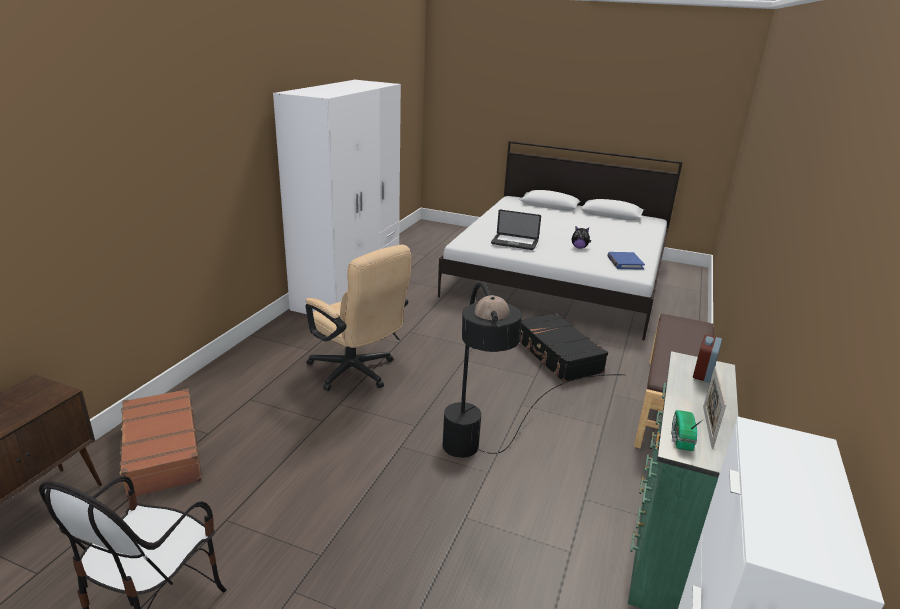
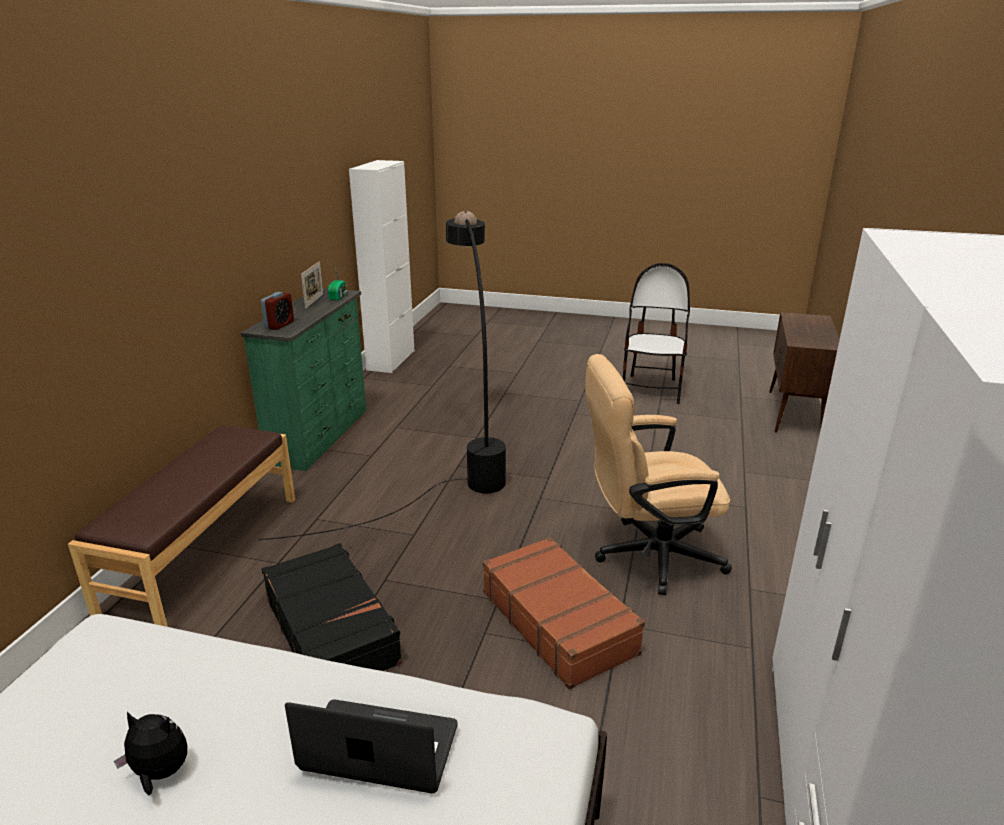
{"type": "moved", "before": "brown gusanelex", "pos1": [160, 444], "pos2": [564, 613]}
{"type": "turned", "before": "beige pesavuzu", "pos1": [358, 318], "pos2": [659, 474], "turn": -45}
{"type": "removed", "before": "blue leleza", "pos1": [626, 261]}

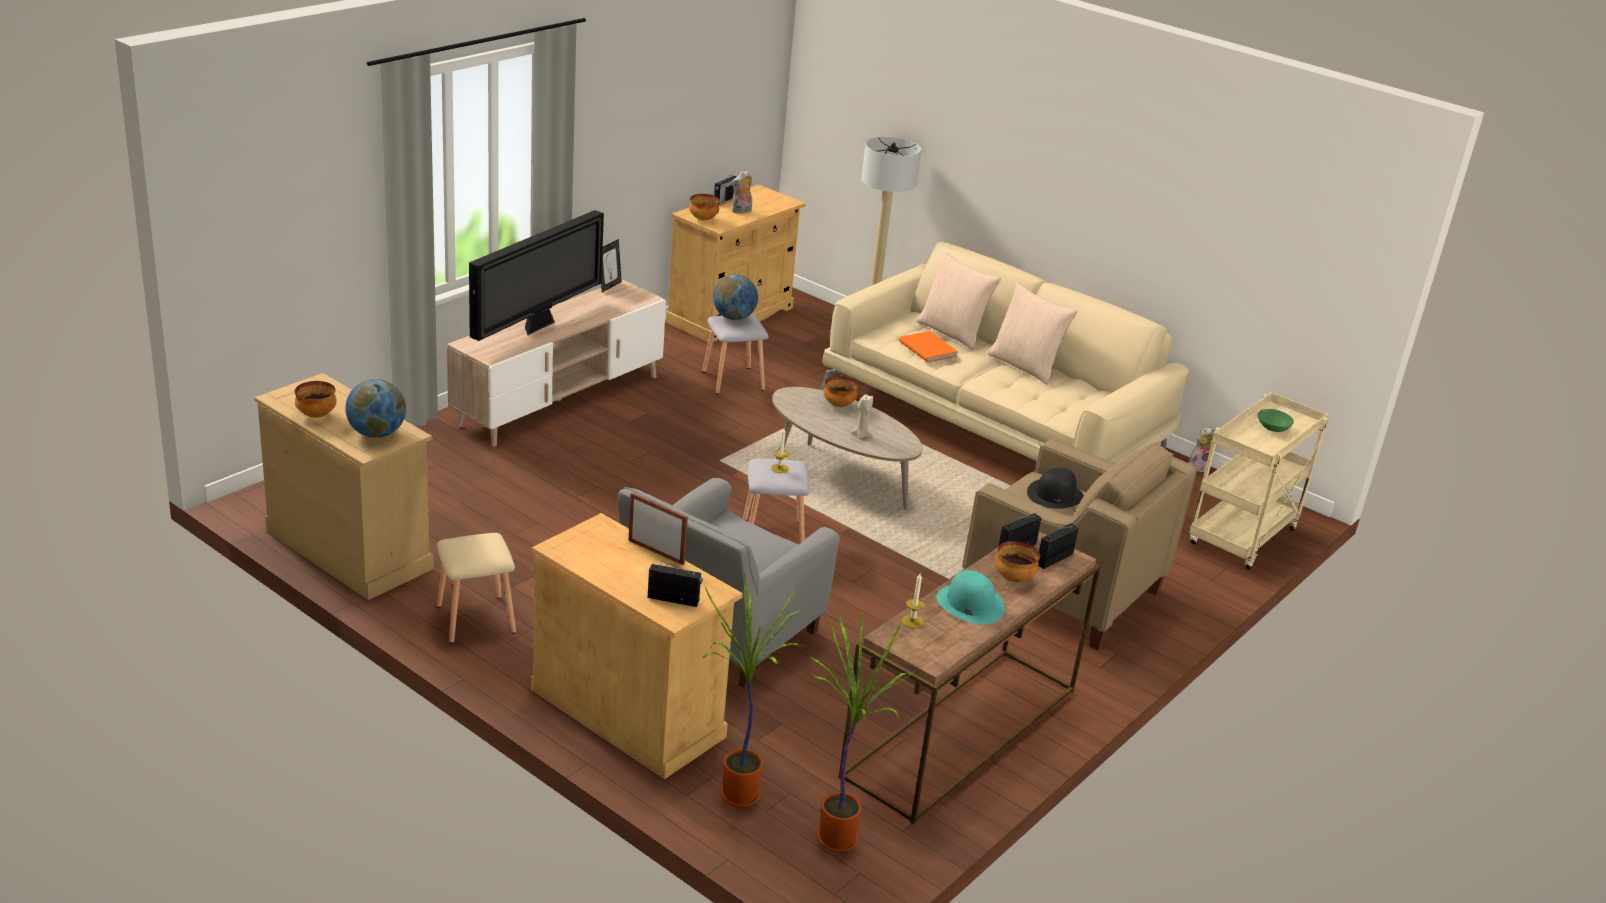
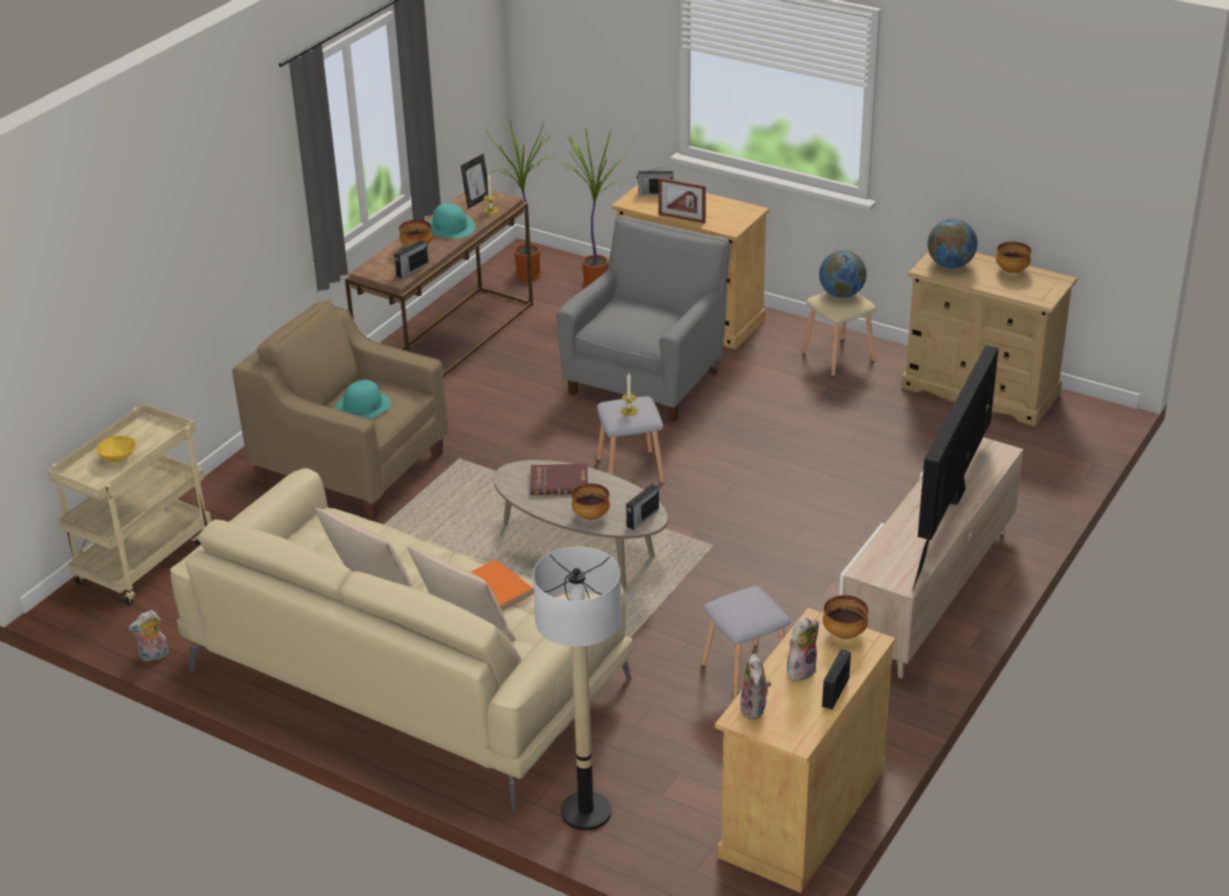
{"type": "moved", "before": "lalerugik", "pos1": [735, 297], "pos2": [843, 274]}
{"type": "replaced", "before": "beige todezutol", "after": "red leleza", "pos1": [862, 416], "pos2": [559, 479]}
{"type": "recoloured", "before": "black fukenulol", "after": "turquoise fukenulol", "pos1": [1055, 488], "pos2": [363, 399]}
{"type": "moved", "before": "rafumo", "pos1": [1058, 546], "pos2": [642, 507]}
{"type": "recoloured", "before": "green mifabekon", "after": "yellow mifabekon", "pos1": [1275, 420], "pos2": [116, 449]}
{"type": "added", "after": "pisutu", "pos2": [474, 181]}
{"type": "added", "after": "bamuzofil", "pos2": [756, 686]}

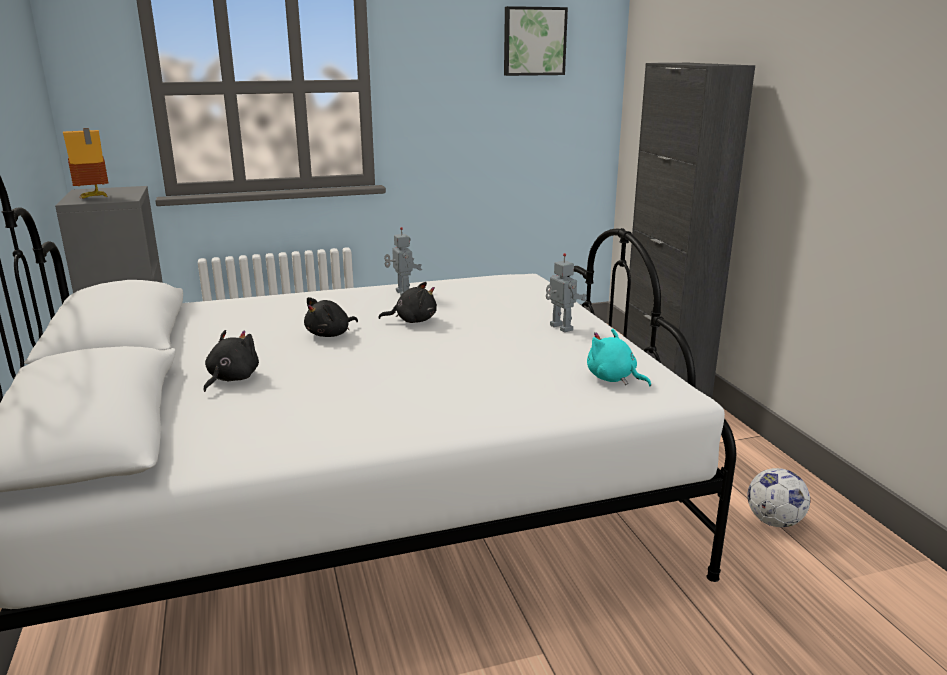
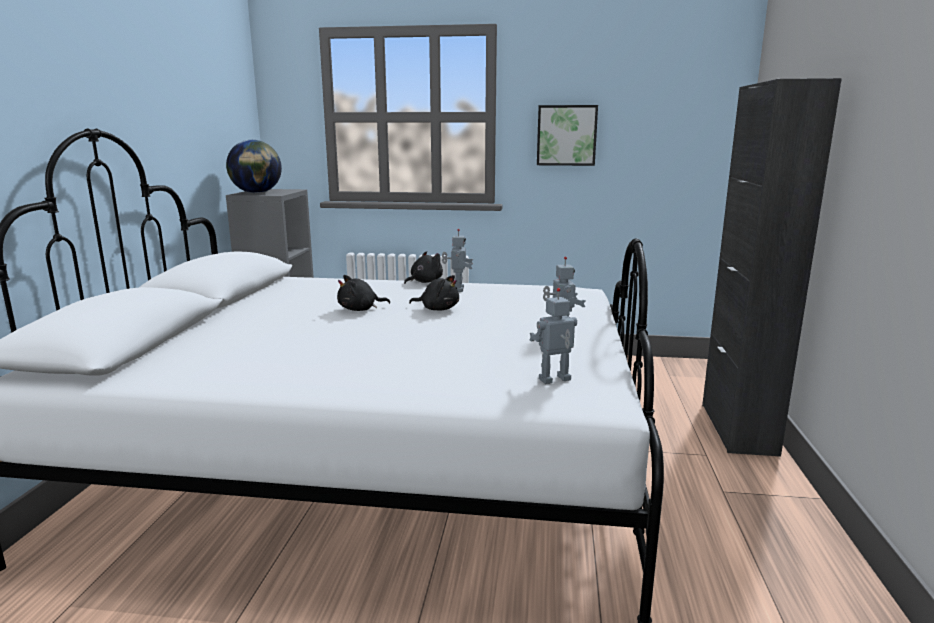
{"type": "replaced", "before": "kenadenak", "after": "lalerugik", "pos1": [86, 163], "pos2": [254, 166]}
{"type": "moved", "before": "black bamuzofil", "pos1": [231, 361], "pos2": [423, 267]}
{"type": "moved", "before": "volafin", "pos1": [536, 41], "pos2": [567, 135]}
{"type": "replaced", "before": "turquoise bamuzofil", "after": "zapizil", "pos1": [619, 357], "pos2": [553, 336]}
{"type": "removed", "before": "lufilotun", "pos1": [779, 497]}

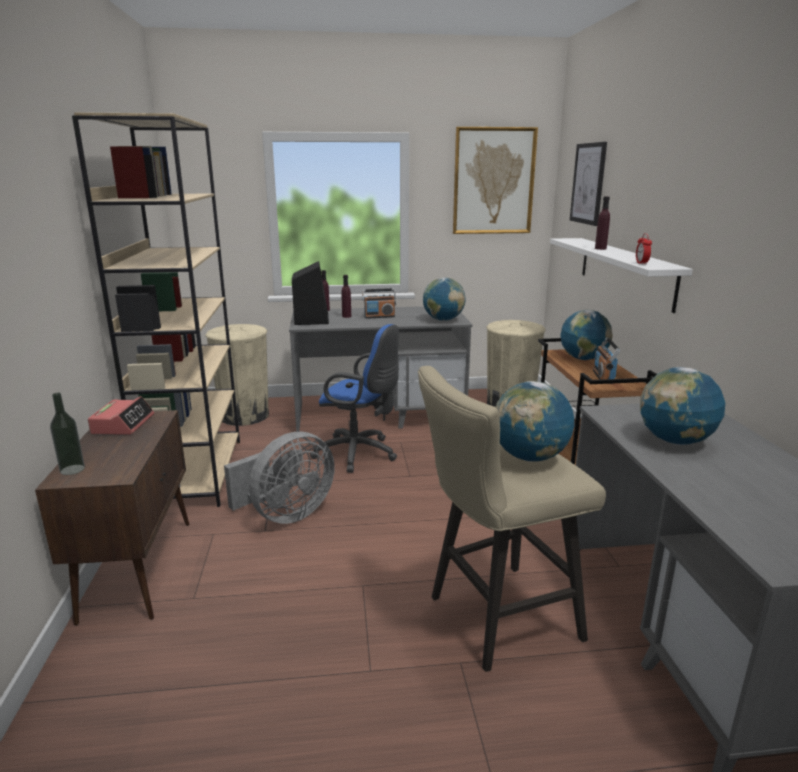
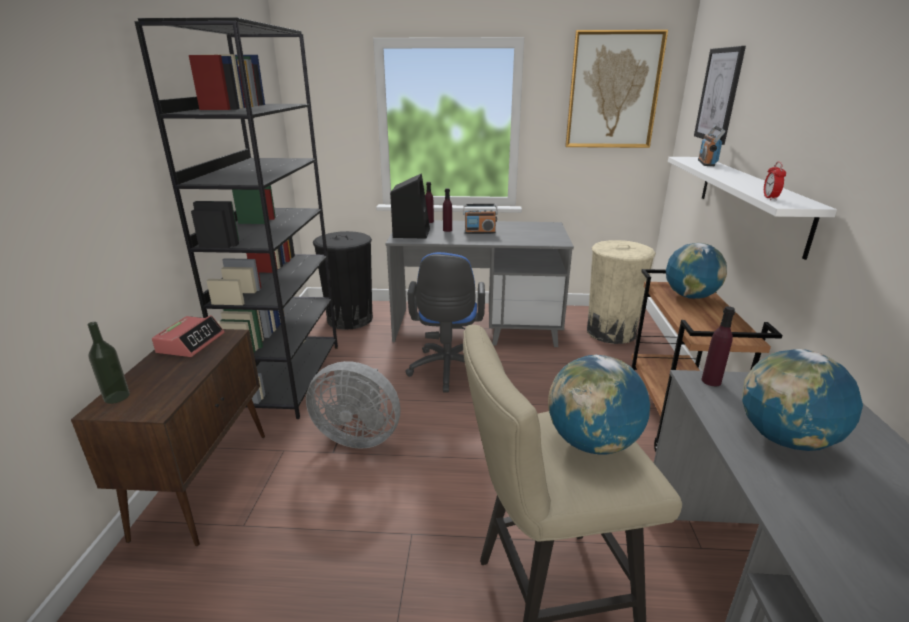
{"type": "recoloured", "before": "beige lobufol", "after": "black lobufol", "pos1": [156, 309], "pos2": [236, 218]}
{"type": "recoloured", "before": "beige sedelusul", "after": "black sedelusul", "pos1": [237, 375], "pos2": [343, 280]}
{"type": "turned", "before": "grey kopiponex", "pos1": [279, 478], "pos2": [353, 405], "turn": 45}
{"type": "turned", "before": "blue pesavuzu", "pos1": [354, 398], "pos2": [445, 322], "turn": 60}
{"type": "removed", "before": "lalerugik", "pos1": [444, 299]}
{"type": "moved", "before": "rafumo", "pos1": [607, 361], "pos2": [712, 146]}
{"type": "moved", "before": "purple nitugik", "pos1": [602, 223], "pos2": [718, 346]}

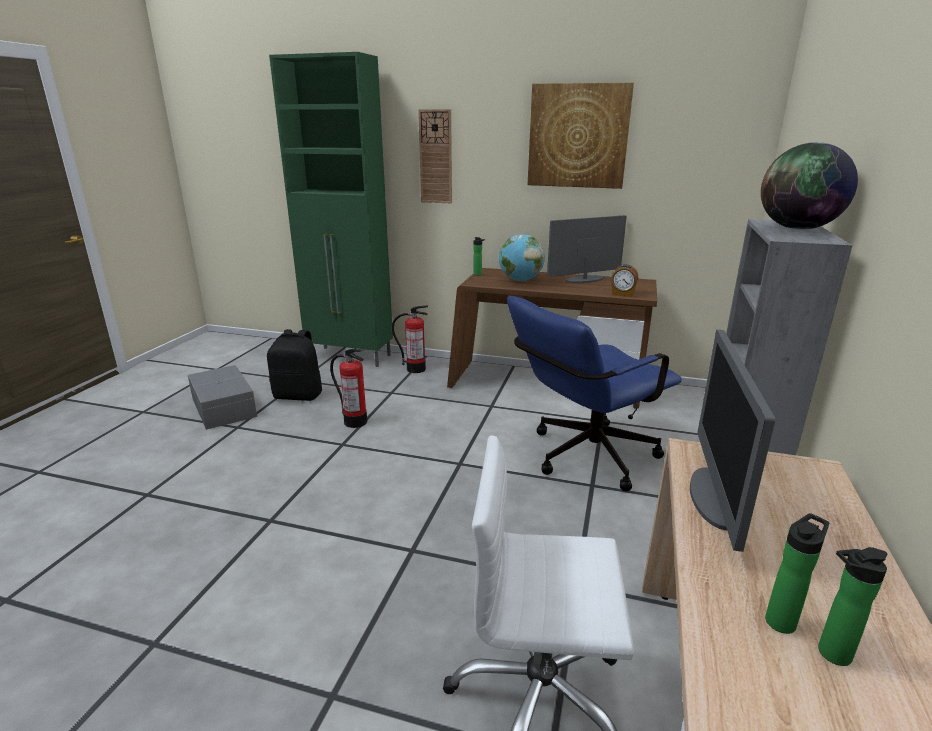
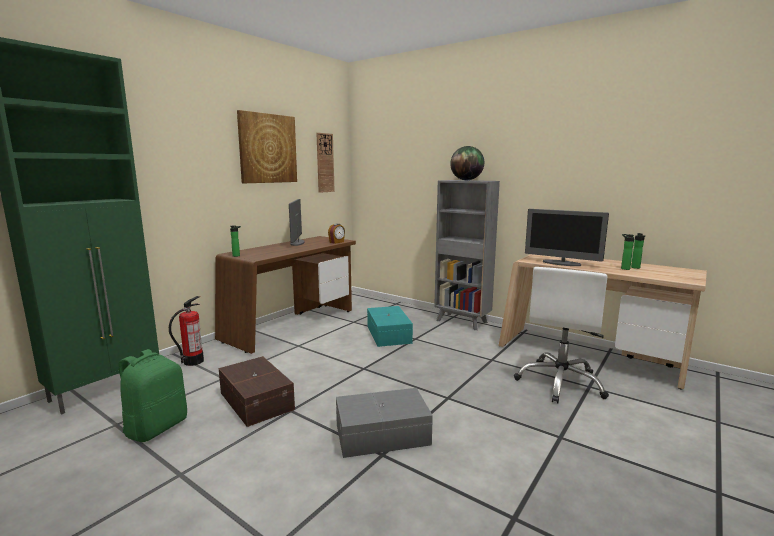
{"type": "moved", "before": "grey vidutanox", "pos1": [222, 397], "pos2": [384, 423]}
{"type": "recoloured", "before": "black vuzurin", "after": "green vuzurin", "pos1": [294, 365], "pos2": [153, 395]}
{"type": "replaced", "before": "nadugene", "after": "brown vidutanox", "pos1": [348, 388], "pos2": [257, 391]}
{"type": "moved", "before": "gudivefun", "pos1": [435, 156], "pos2": [325, 163]}
{"type": "removed", "before": "lalerugik", "pos1": [522, 257]}
{"type": "replaced", "before": "blue pesavuzu", "after": "turquoise vidutanox", "pos1": [594, 394], "pos2": [390, 326]}

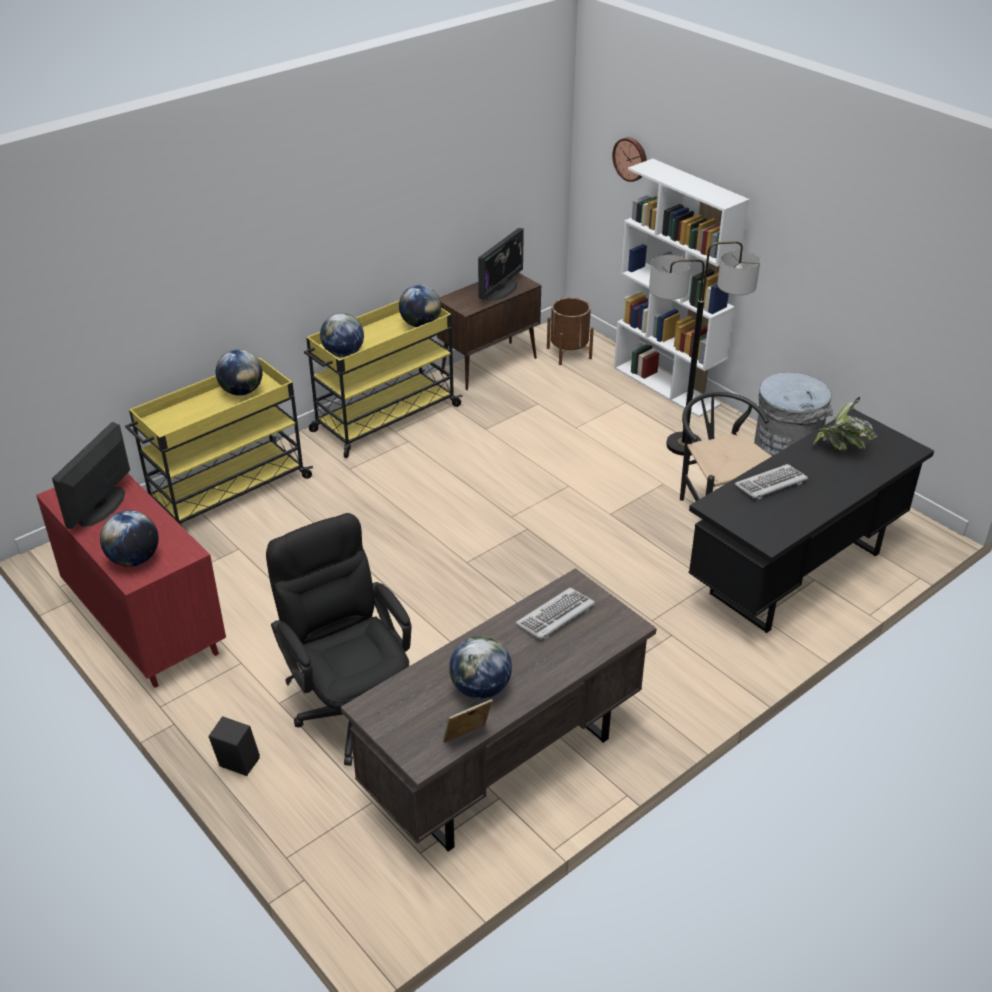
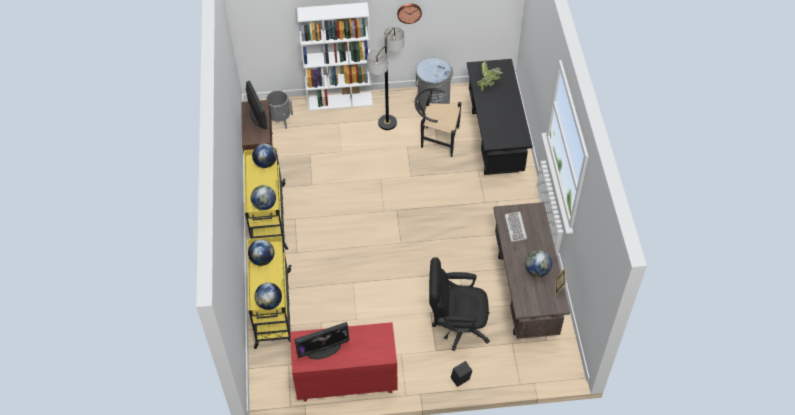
{"type": "turned", "before": "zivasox", "pos1": [91, 475], "pos2": [322, 341], "turn": -75}
{"type": "moved", "before": "lalerugik", "pos1": [129, 538], "pos2": [268, 296]}
{"type": "recoloured", "before": "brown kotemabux", "after": "grey kotemabux", "pos1": [570, 331], "pos2": [279, 109]}
{"type": "moved", "before": "gudivefun", "pos1": [629, 159], "pos2": [409, 13]}
{"type": "removed", "before": "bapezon", "pos1": [771, 482]}

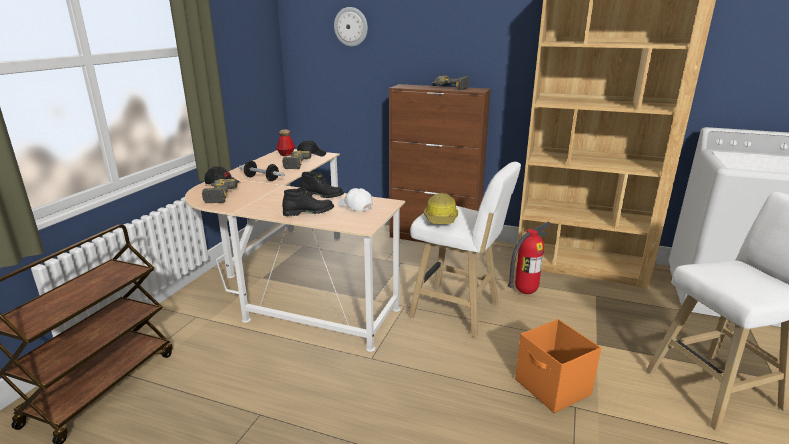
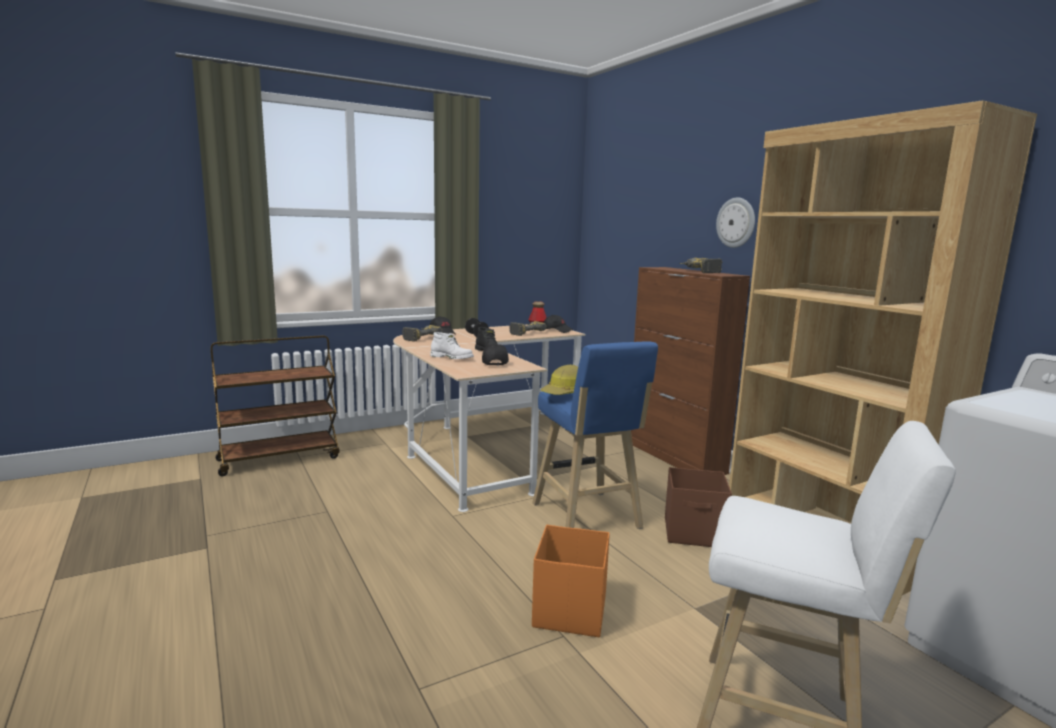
{"type": "recoloured", "before": "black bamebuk", "after": "white bamebuk", "pos1": [308, 202], "pos2": [452, 345]}
{"type": "moved", "before": "gudivefun", "pos1": [351, 27], "pos2": [735, 223]}
{"type": "recoloured", "before": "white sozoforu", "after": "black sozoforu", "pos1": [355, 199], "pos2": [495, 354]}
{"type": "recoloured", "before": "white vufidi", "after": "blue vufidi", "pos1": [464, 249], "pos2": [595, 435]}
{"type": "replaced", "before": "nadugene", "after": "brown vidutanox", "pos1": [529, 258], "pos2": [698, 507]}

